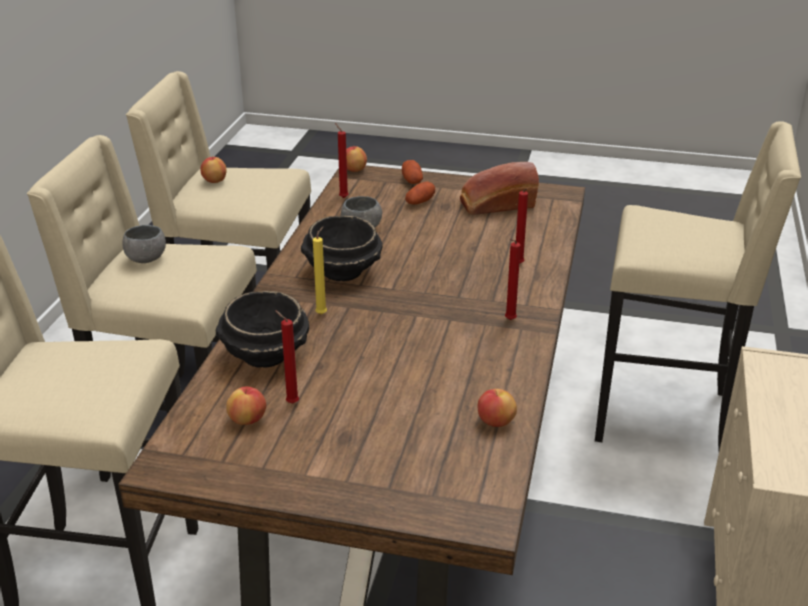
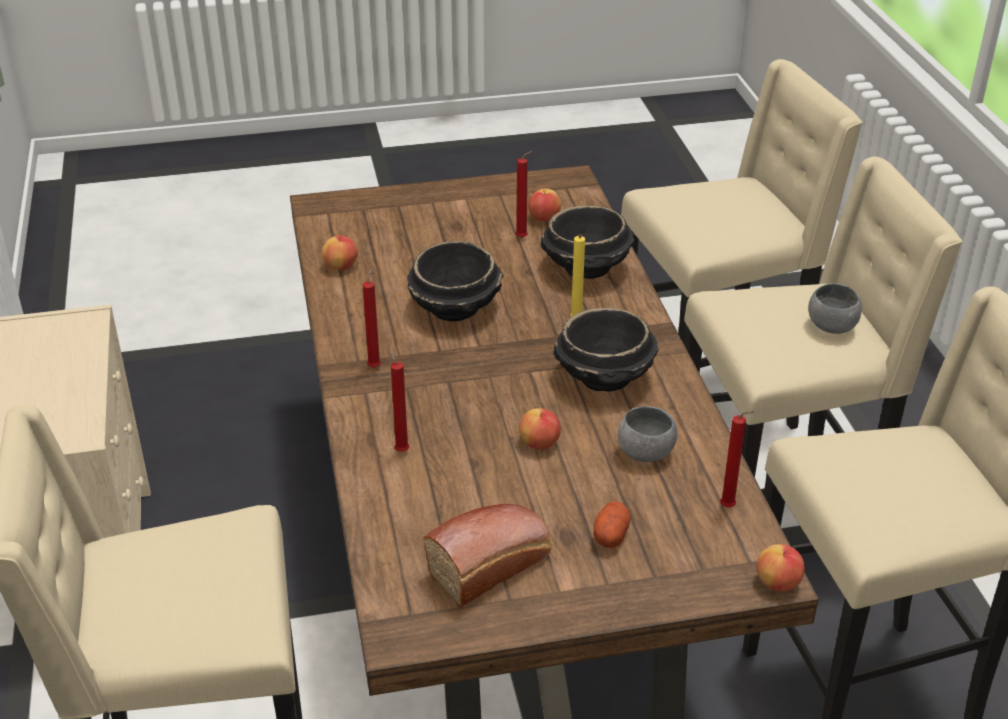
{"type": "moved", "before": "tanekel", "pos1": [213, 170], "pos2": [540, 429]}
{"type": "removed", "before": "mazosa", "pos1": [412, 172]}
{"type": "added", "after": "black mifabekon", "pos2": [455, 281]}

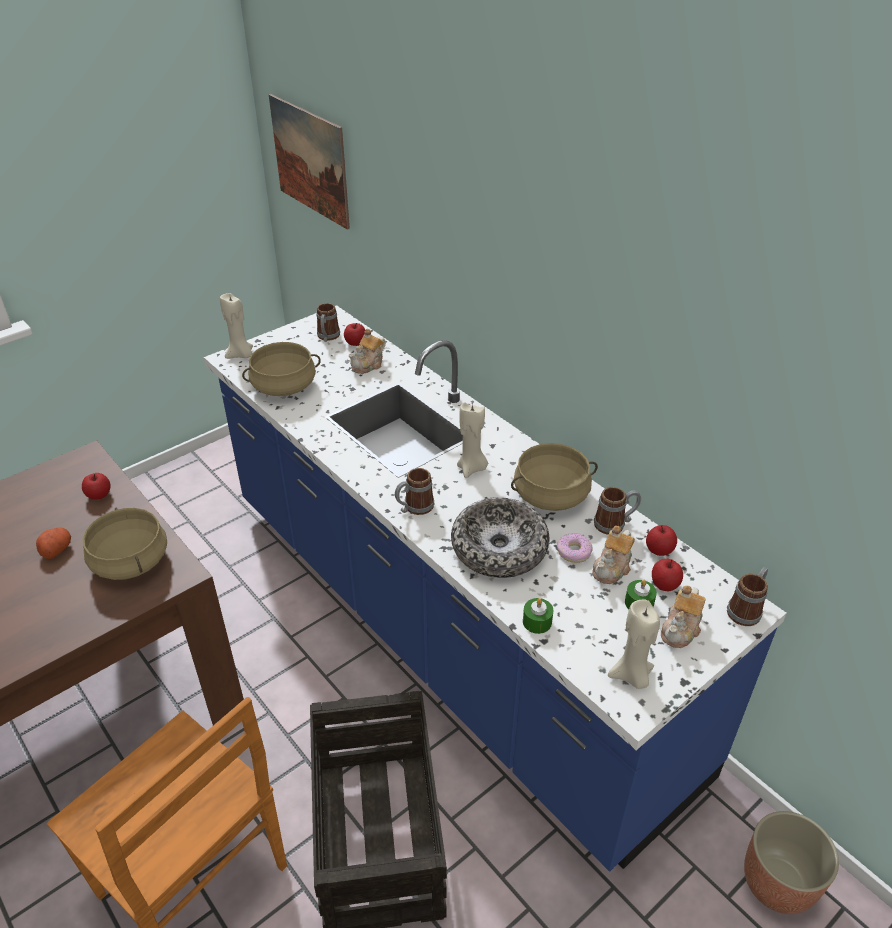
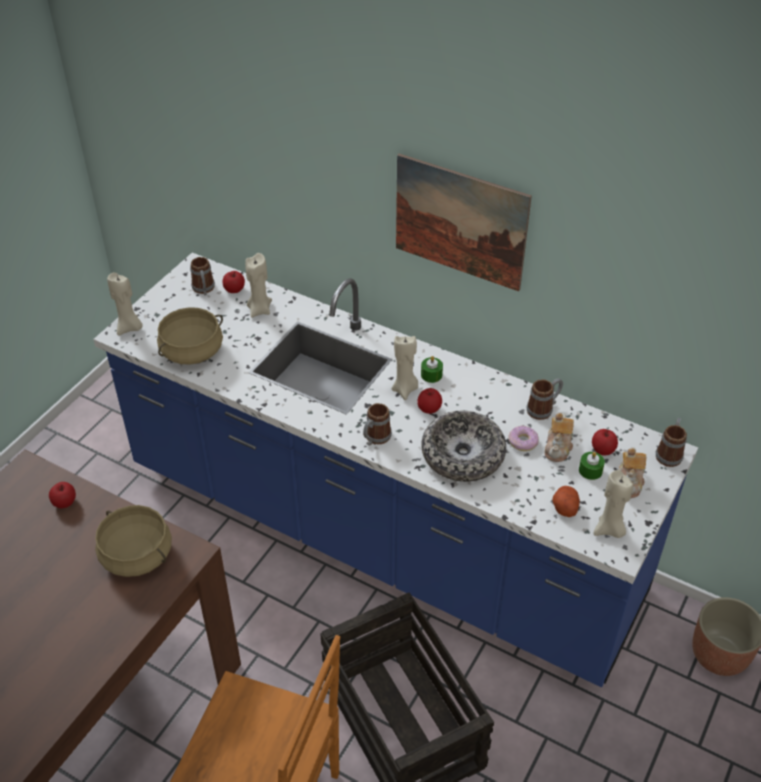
{"type": "moved", "before": "mazosa", "pos1": [53, 543], "pos2": [566, 501]}
{"type": "moved", "before": "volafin", "pos1": [309, 162], "pos2": [464, 222]}
{"type": "replaced", "before": "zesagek", "after": "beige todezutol", "pos1": [367, 351], "pos2": [258, 285]}
{"type": "removed", "before": "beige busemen", "pos1": [554, 477]}
{"type": "moved", "before": "green todezutol", "pos1": [538, 616], "pos2": [432, 369]}
{"type": "moved", "before": "tanekel", "pos1": [661, 540], "pos2": [429, 401]}

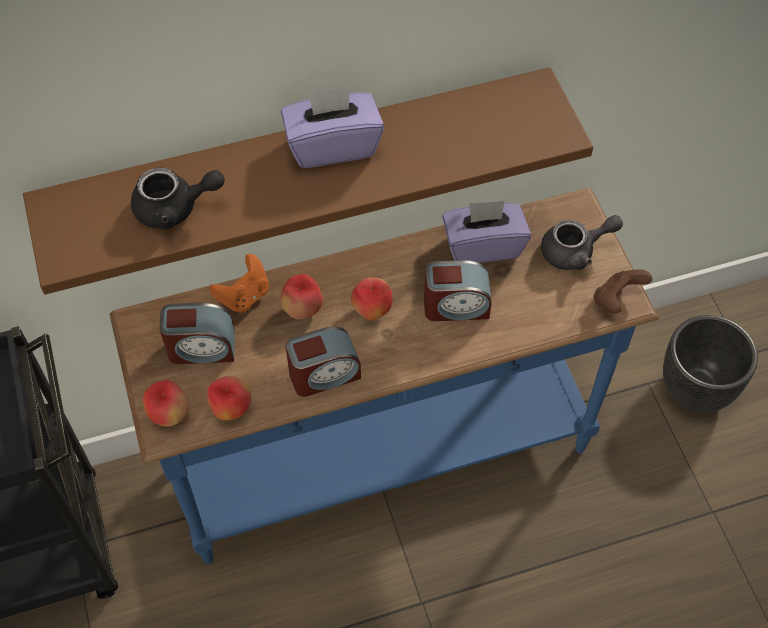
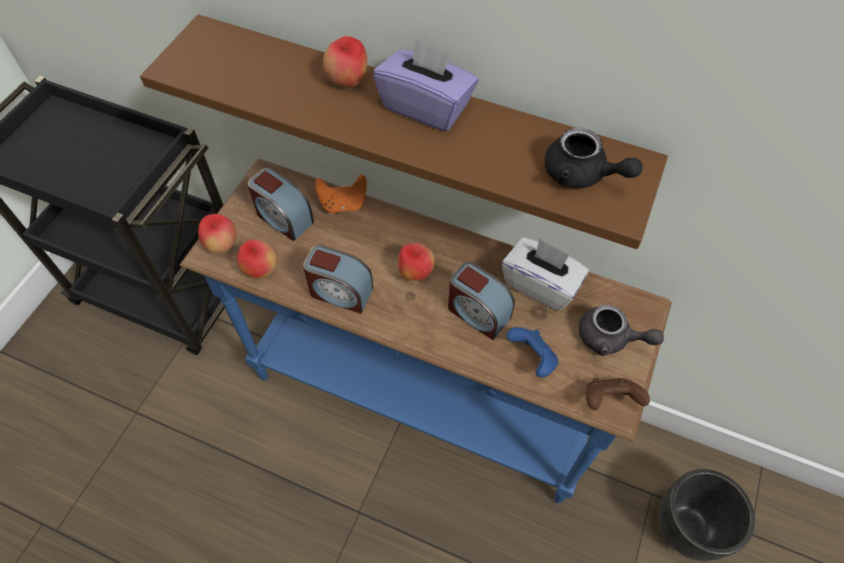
{"type": "moved", "before": "black zesagek", "pos1": [178, 198], "pos2": [593, 158]}
{"type": "moved", "before": "tanekel", "pos1": [302, 296], "pos2": [345, 61]}
{"type": "recoloured", "before": "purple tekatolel", "after": "white tekatolel", "pos1": [486, 232], "pos2": [545, 274]}
{"type": "added", "after": "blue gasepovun", "pos2": [532, 352]}

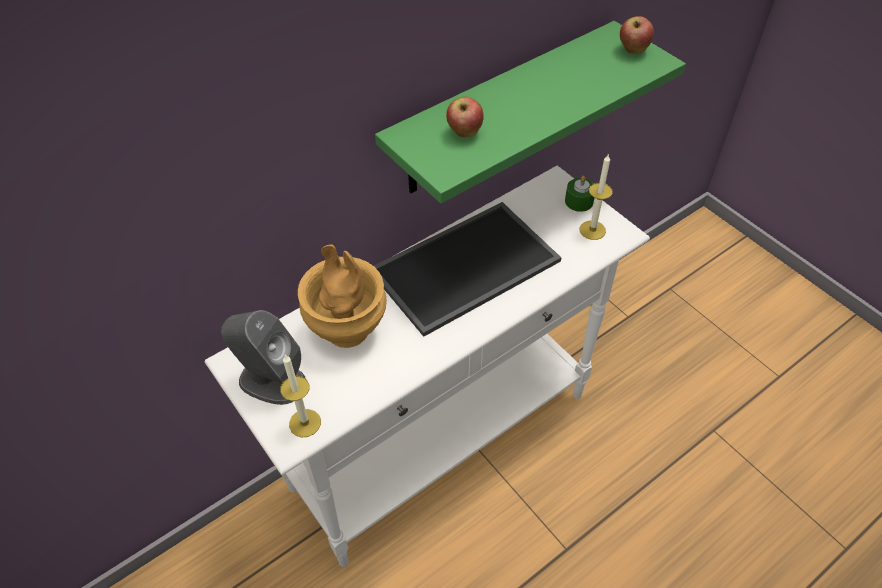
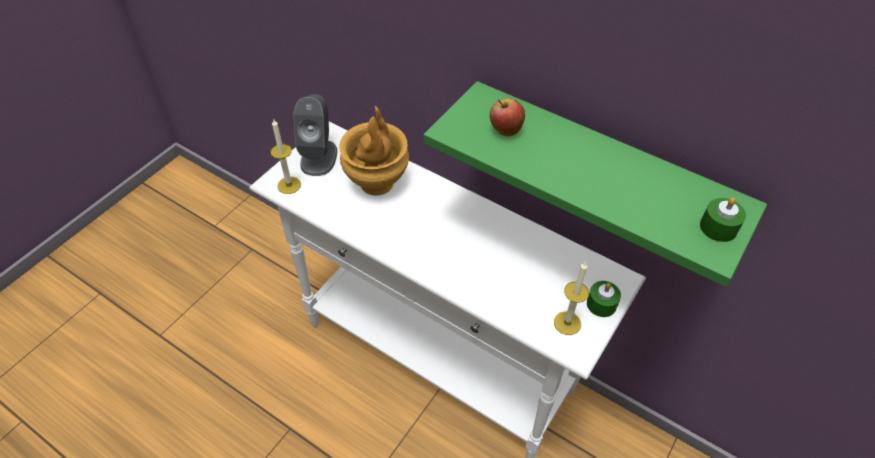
{"type": "removed", "before": "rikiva", "pos1": [468, 269]}
{"type": "replaced", "before": "tanekel", "after": "green todezutol", "pos1": [637, 35], "pos2": [723, 220]}

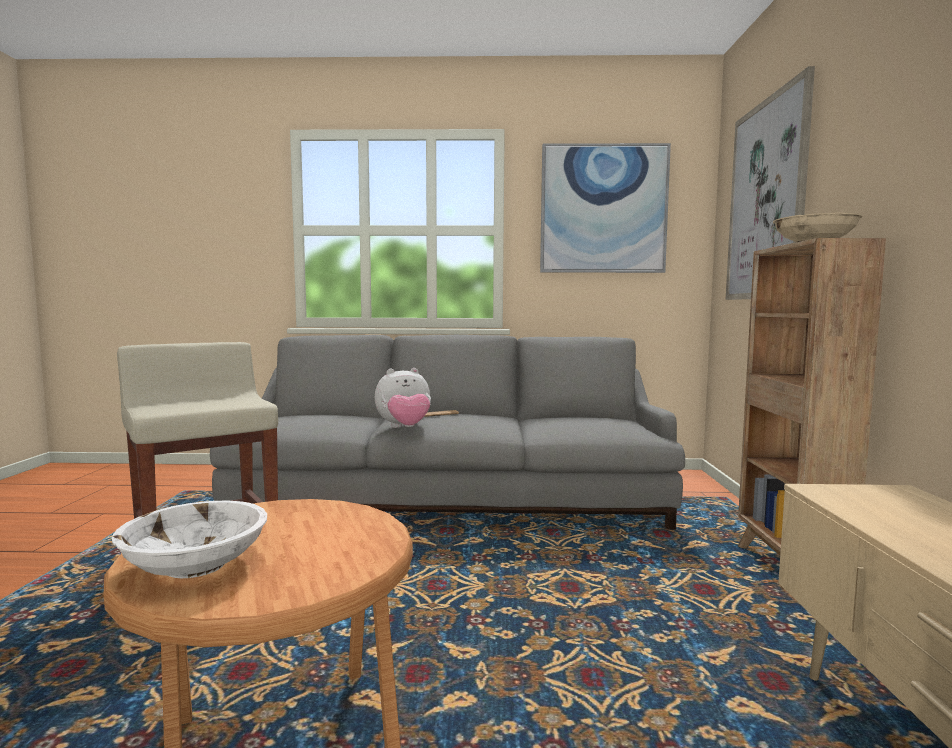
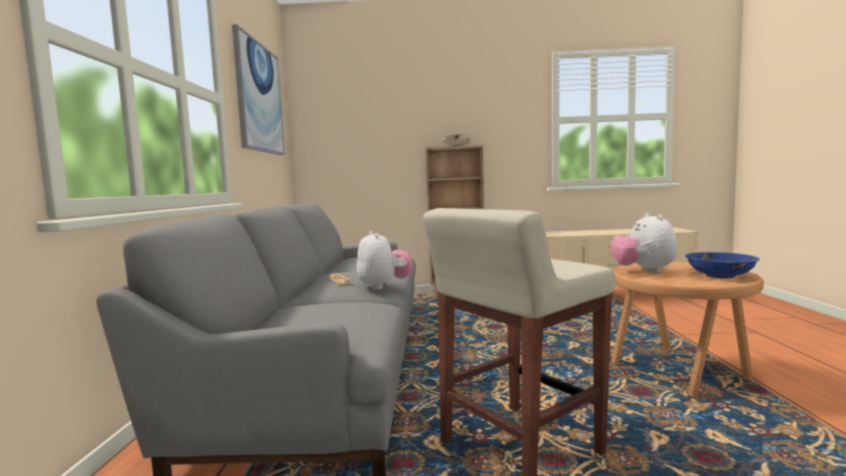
{"type": "recoloured", "before": "white mifabekon", "after": "blue mifabekon", "pos1": [189, 539], "pos2": [722, 265]}
{"type": "removed", "before": "volafin", "pos1": [770, 183]}
{"type": "added", "after": "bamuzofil", "pos2": [644, 243]}

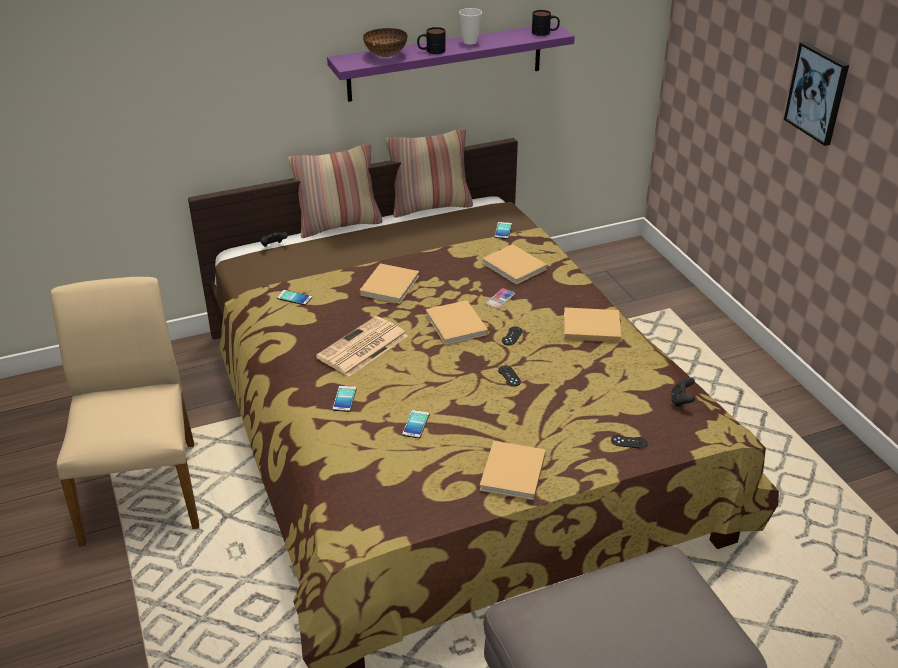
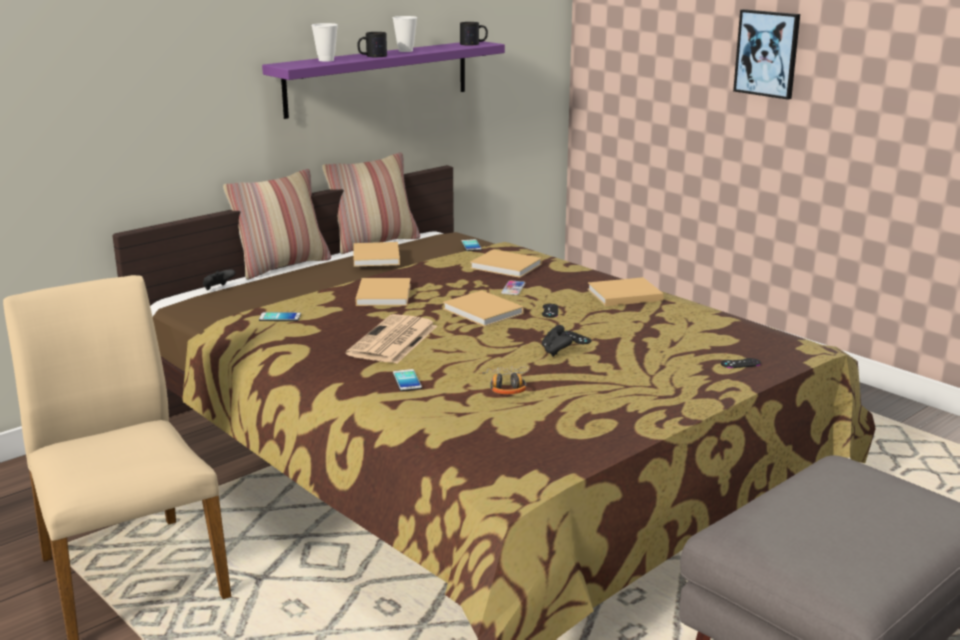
{"type": "replaced", "before": "mifabekon", "after": "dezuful", "pos1": [385, 42], "pos2": [324, 42]}
{"type": "replaced", "before": "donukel", "after": "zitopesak", "pos1": [415, 424], "pos2": [505, 380]}
{"type": "moved", "before": "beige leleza", "pos1": [513, 470], "pos2": [376, 254]}
{"type": "moved", "before": "black gasepovun", "pos1": [683, 392], "pos2": [557, 341]}

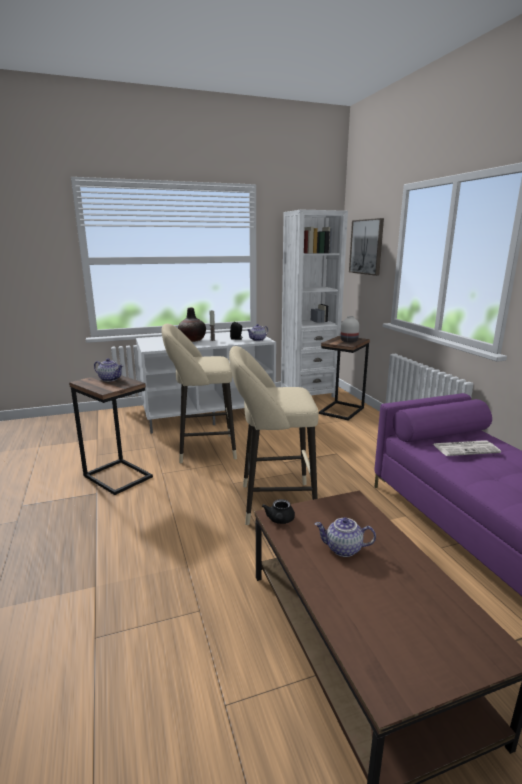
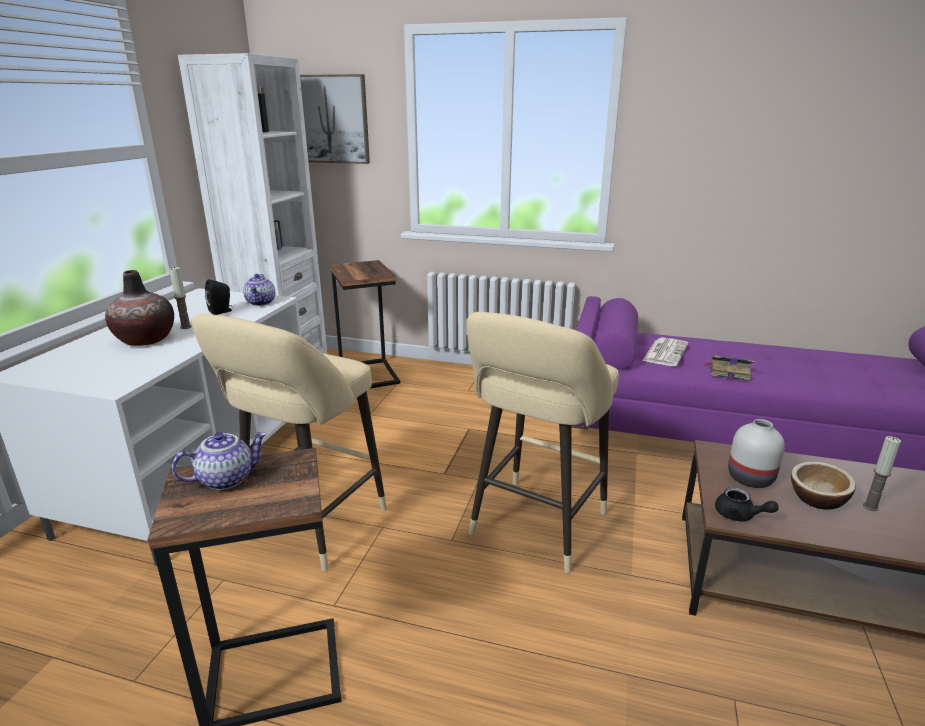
{"type": "replaced", "before": "zesagek", "after": "mifabekon", "pos1": [345, 537], "pos2": [823, 486]}
{"type": "moved", "before": "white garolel", "pos1": [350, 329], "pos2": [756, 453]}
{"type": "added", "after": "leleza", "pos2": [729, 368]}
{"type": "added", "after": "todezutol", "pos2": [882, 473]}

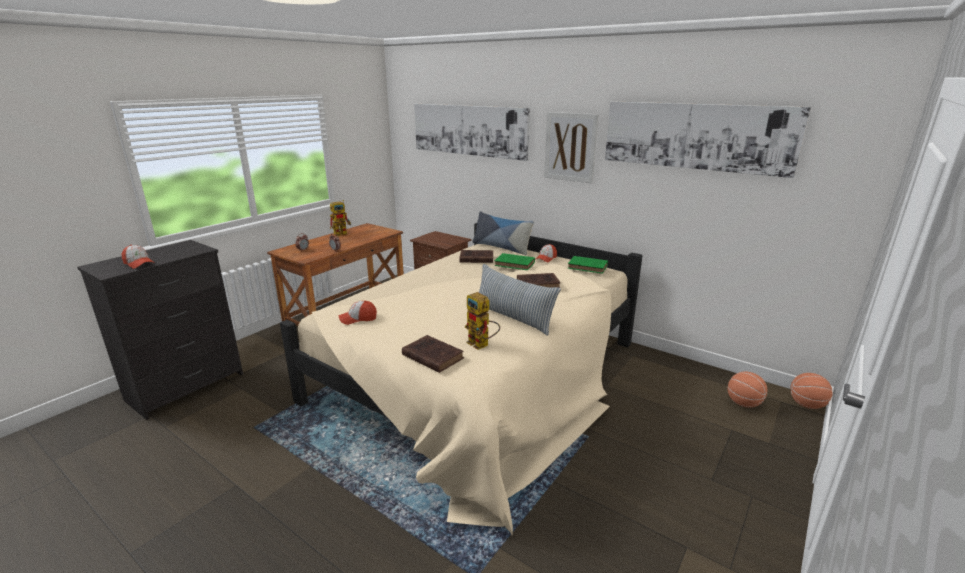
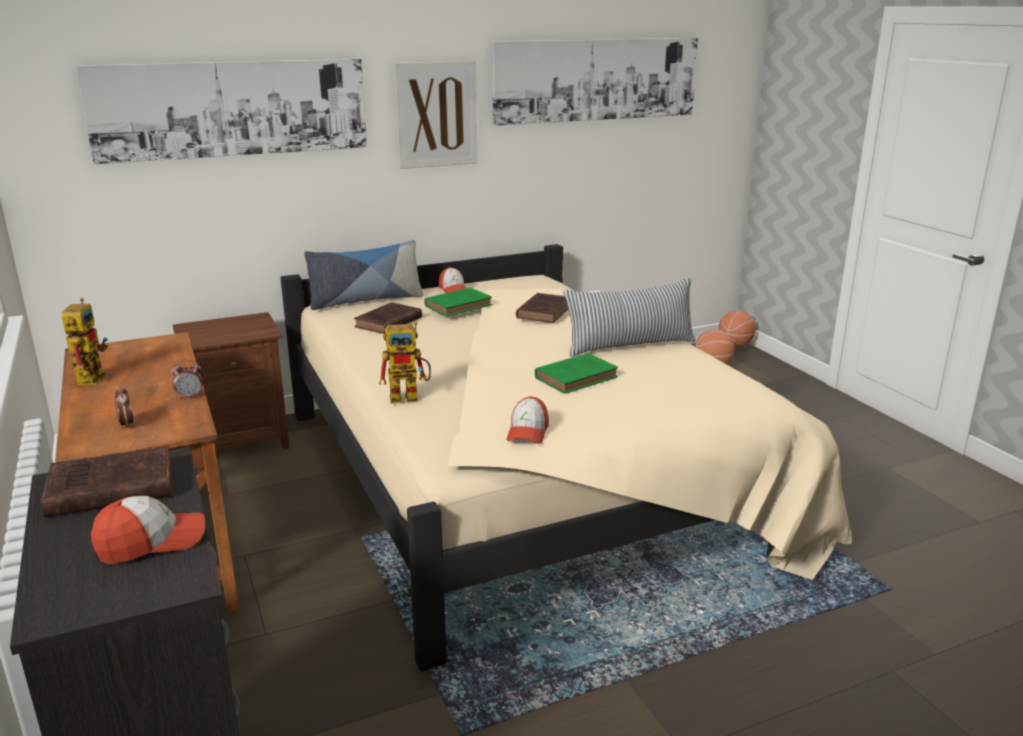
{"type": "moved", "before": "brown leleza", "pos1": [433, 354], "pos2": [106, 481]}
{"type": "moved", "before": "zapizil", "pos1": [482, 321], "pos2": [405, 363]}
{"type": "moved", "before": "green leleza", "pos1": [588, 265], "pos2": [576, 373]}

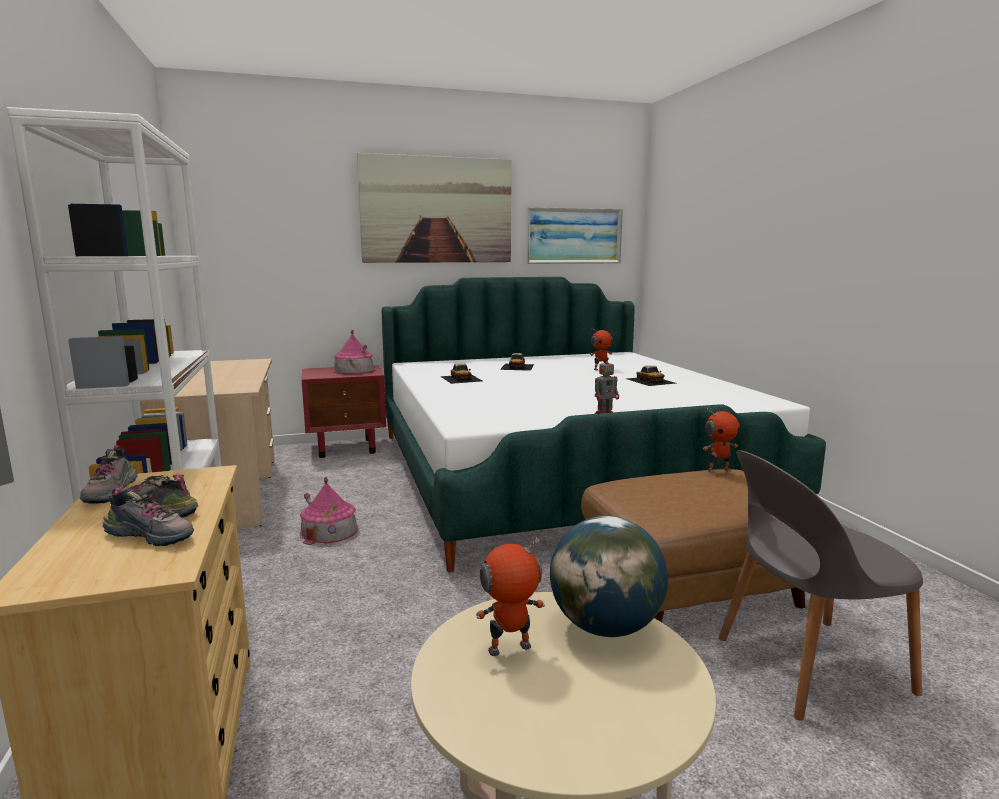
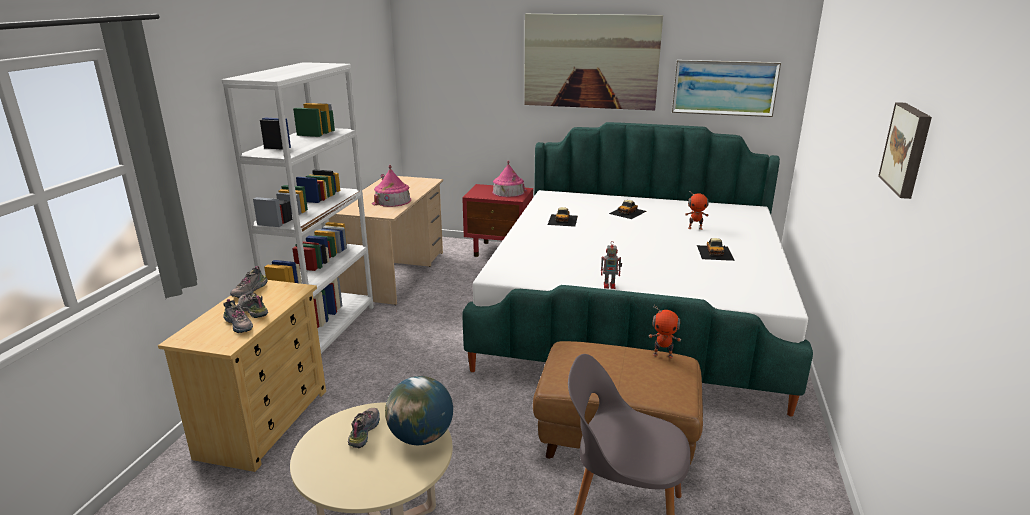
{"type": "moved", "before": "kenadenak", "pos1": [329, 511], "pos2": [391, 186]}
{"type": "replaced", "before": "zapizil", "after": "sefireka", "pos1": [510, 596], "pos2": [364, 428]}
{"type": "added", "after": "volafin", "pos2": [905, 150]}

